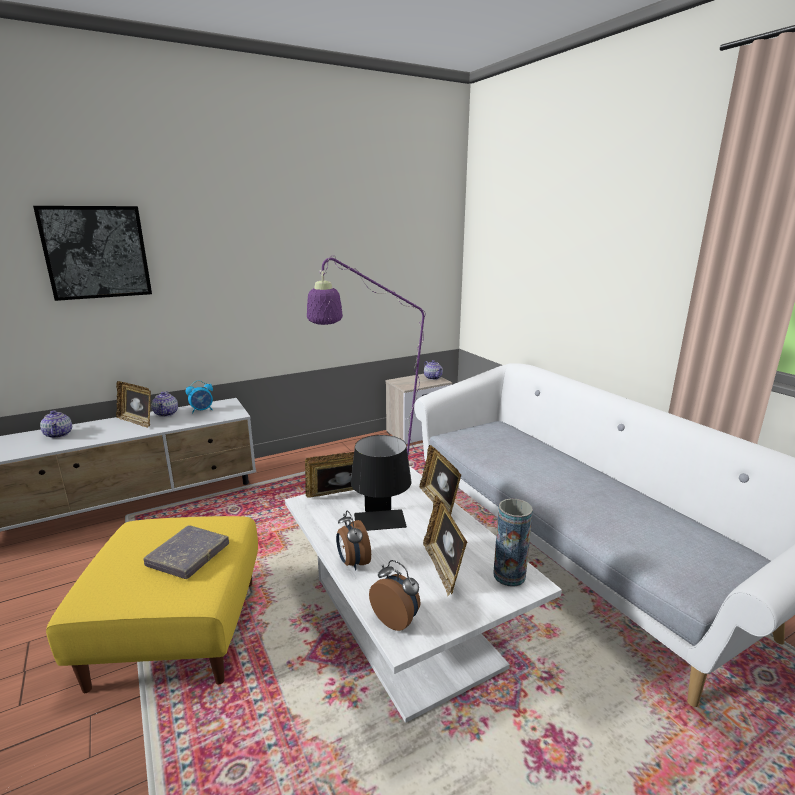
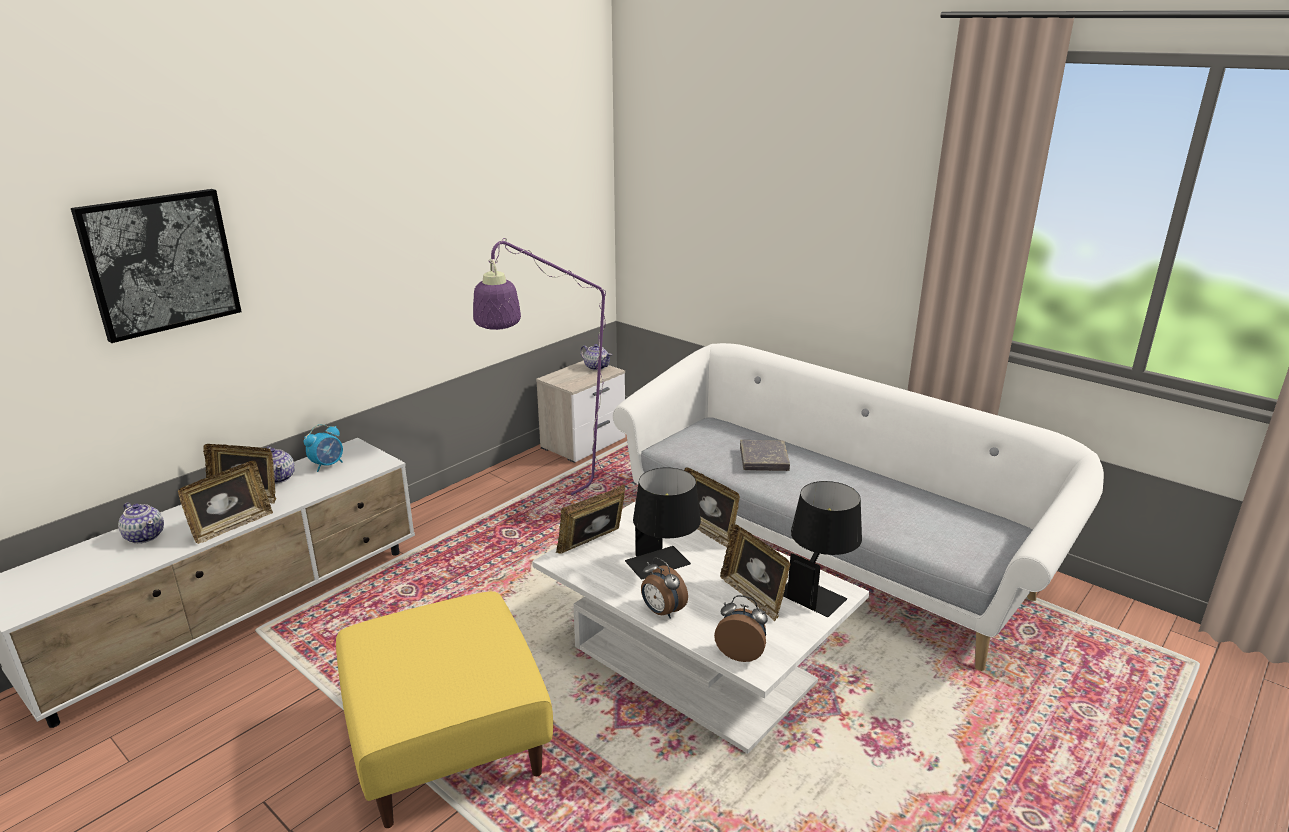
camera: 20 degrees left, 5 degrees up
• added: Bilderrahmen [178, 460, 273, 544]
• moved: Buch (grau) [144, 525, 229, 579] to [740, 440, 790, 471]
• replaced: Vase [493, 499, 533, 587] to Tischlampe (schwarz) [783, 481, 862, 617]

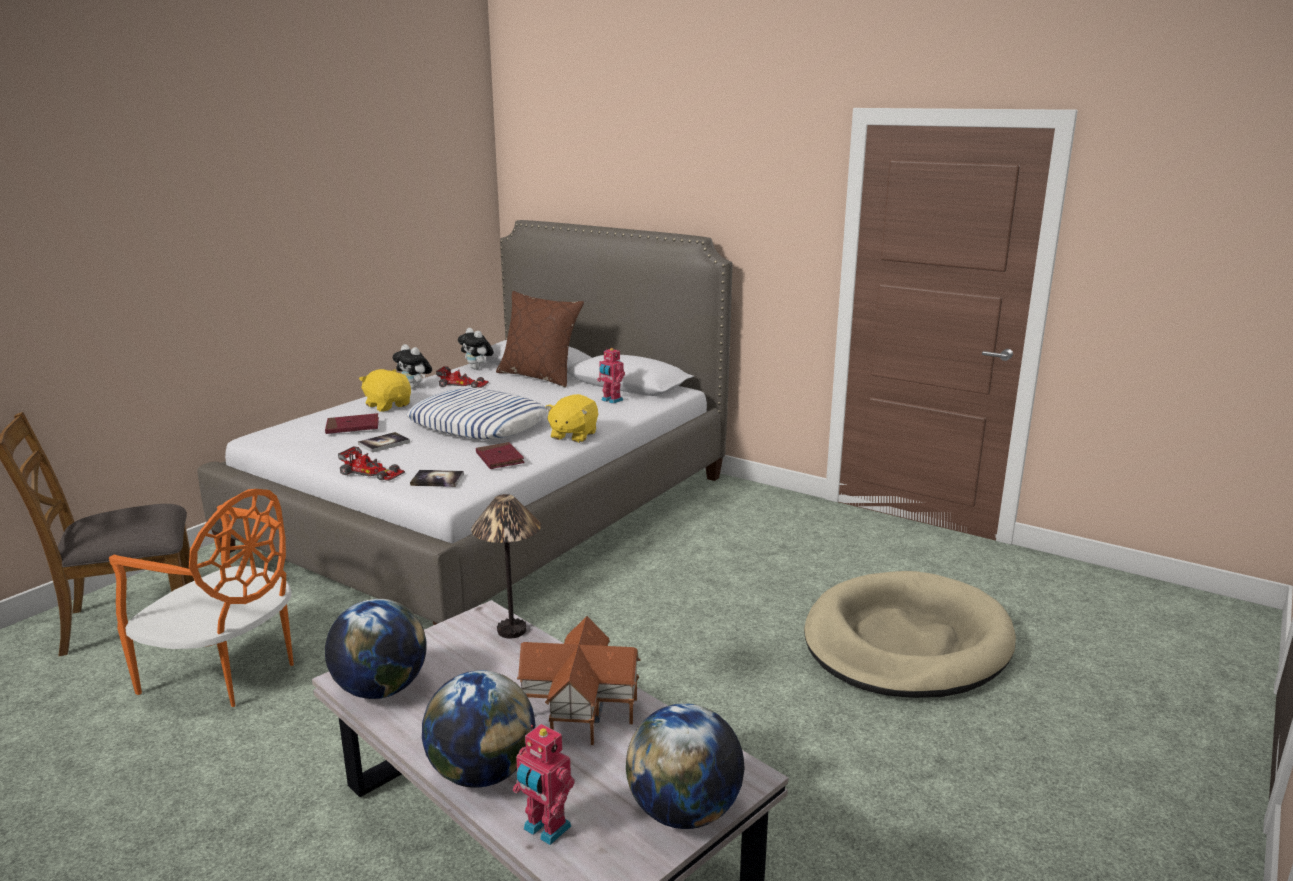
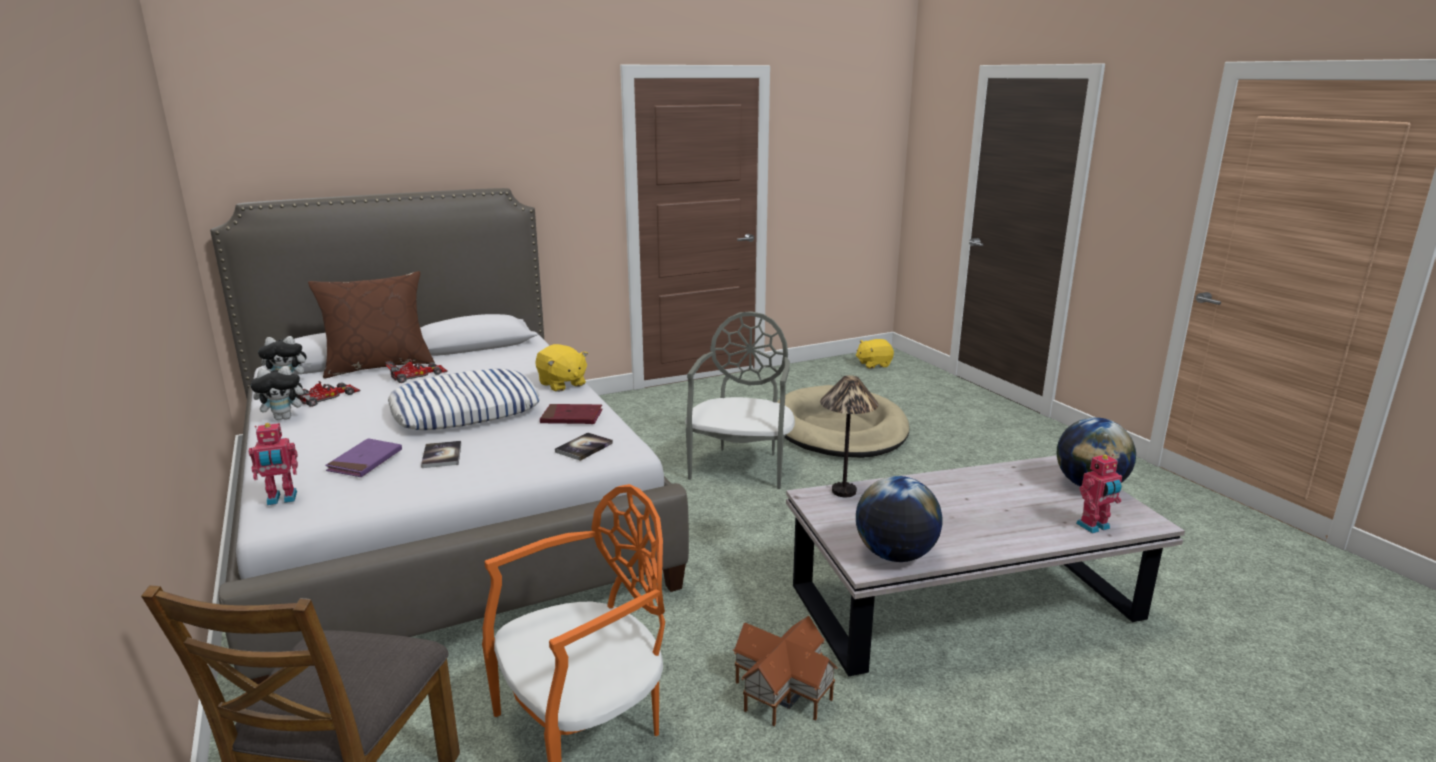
camera: 60 degrees left, 0 degrees up
• removed: Globus [422, 670, 535, 788]
• added: Stuhl (grau) [686, 311, 795, 489]
• moved: Spielzeugauto [338, 446, 405, 481] to [385, 360, 448, 383]
• moved: Plüschtier (gelb) [359, 369, 411, 412] to [856, 339, 894, 369]
• moved: Spielzeughaus [517, 616, 641, 745] to [733, 616, 838, 726]
• moved: Spielzeugroboter [597, 348, 625, 404] to [249, 423, 298, 505]
• recoloured: Buch (rot) [325, 413, 379, 434] to Buch (lila) [325, 438, 402, 477]

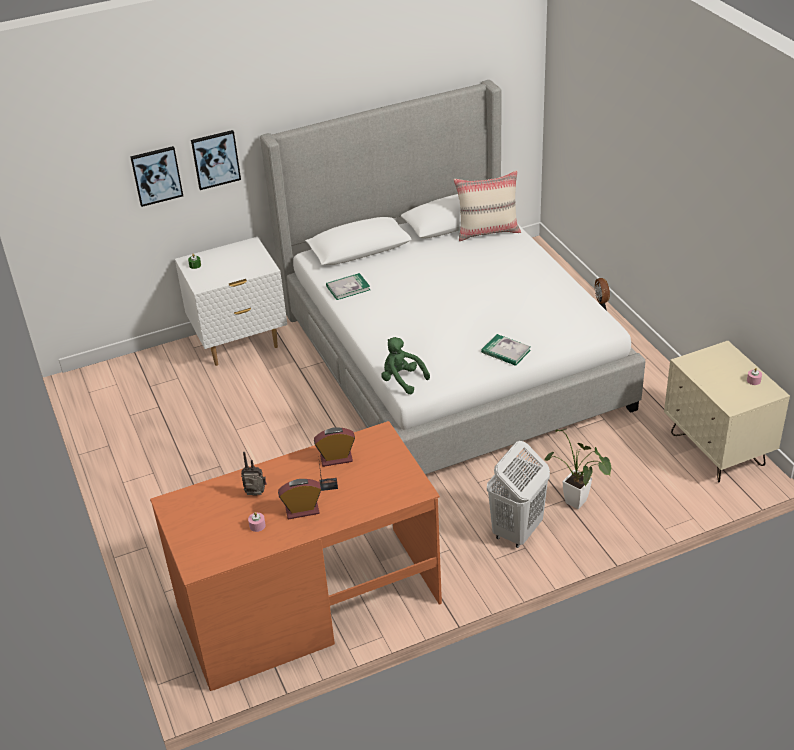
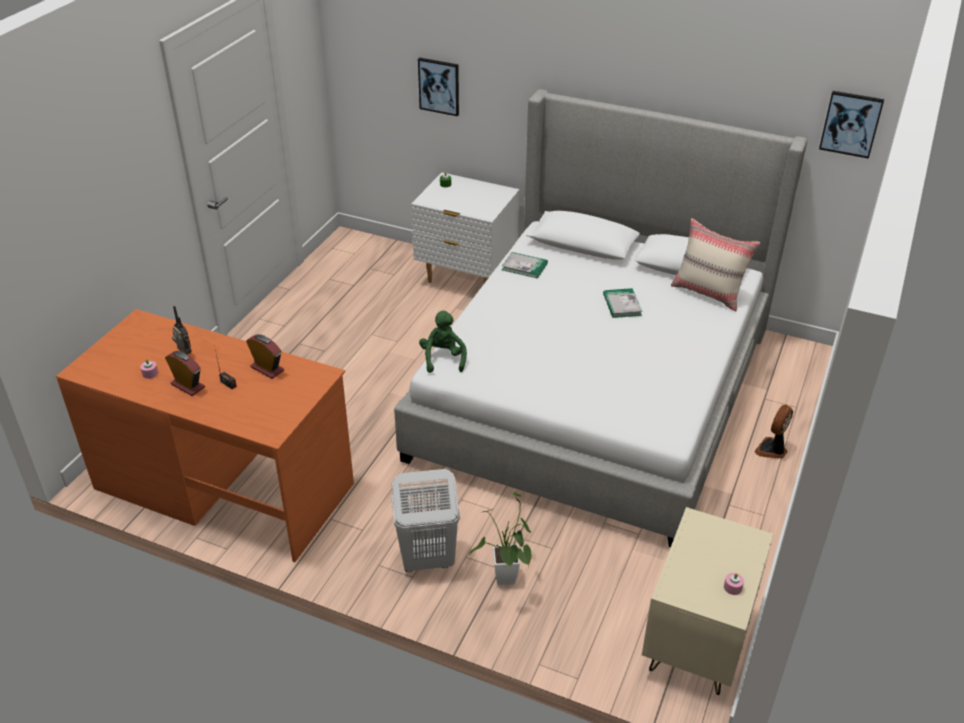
camera: 45 degrees right, 0 degrees up
• moved: Bild [191, 130, 241, 190] to [819, 91, 884, 159]
• moved: Buch [481, 334, 531, 366] to [603, 288, 642, 318]

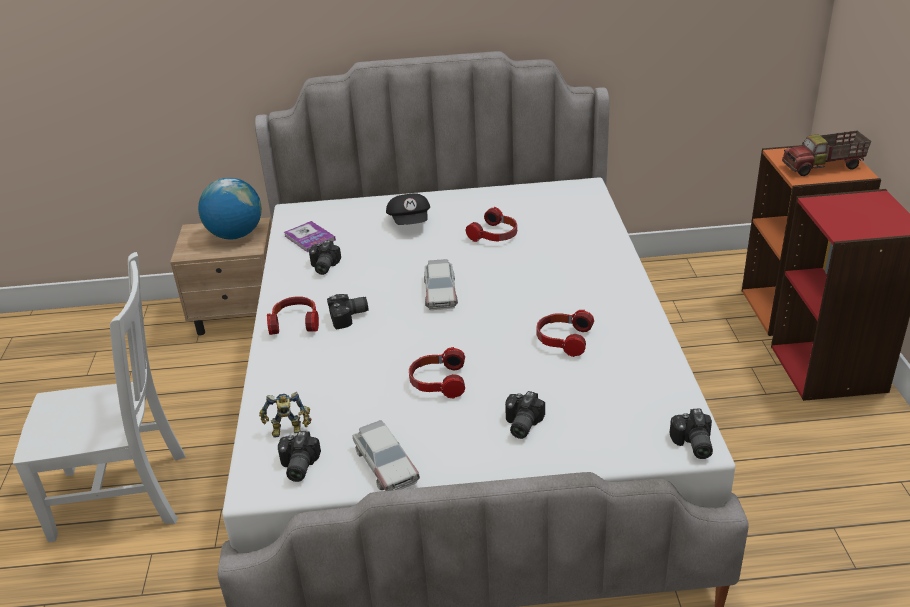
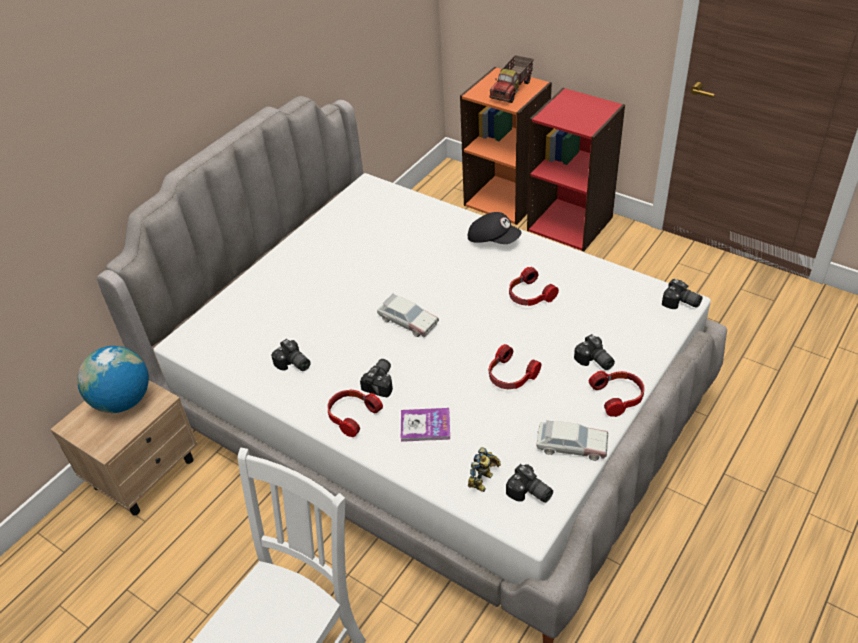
camera: 50 degrees left, 10 degrees up
• moved: Buch [284, 221, 336, 252] to [401, 408, 450, 442]
• moved: Kappe (schwarz) [386, 193, 430, 225] to [468, 212, 521, 244]
• moved: Kopfhörer [465, 207, 517, 242] to [589, 371, 644, 417]

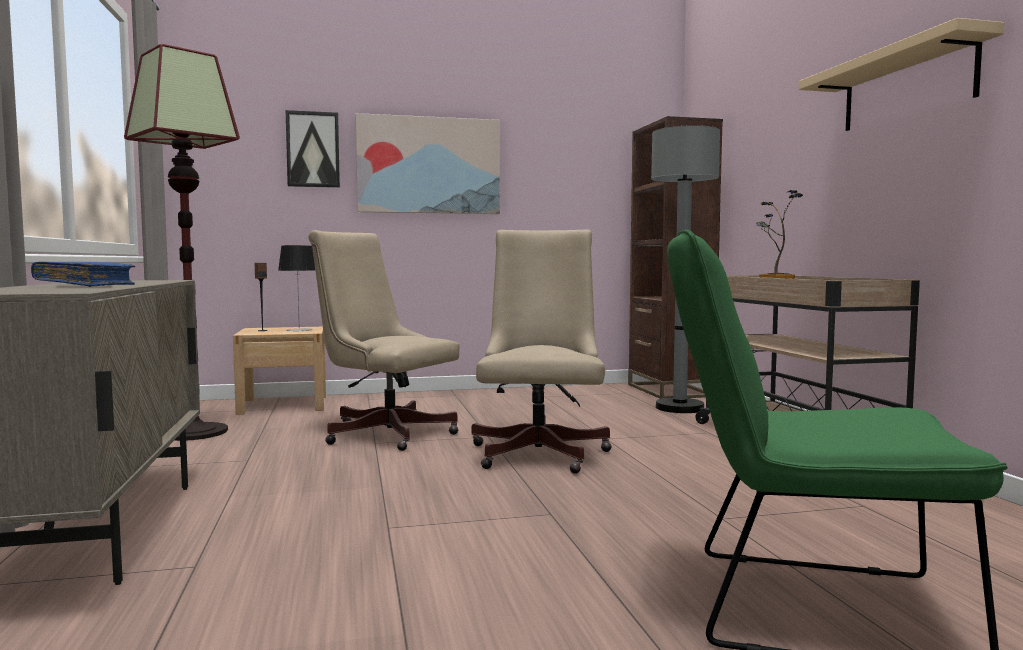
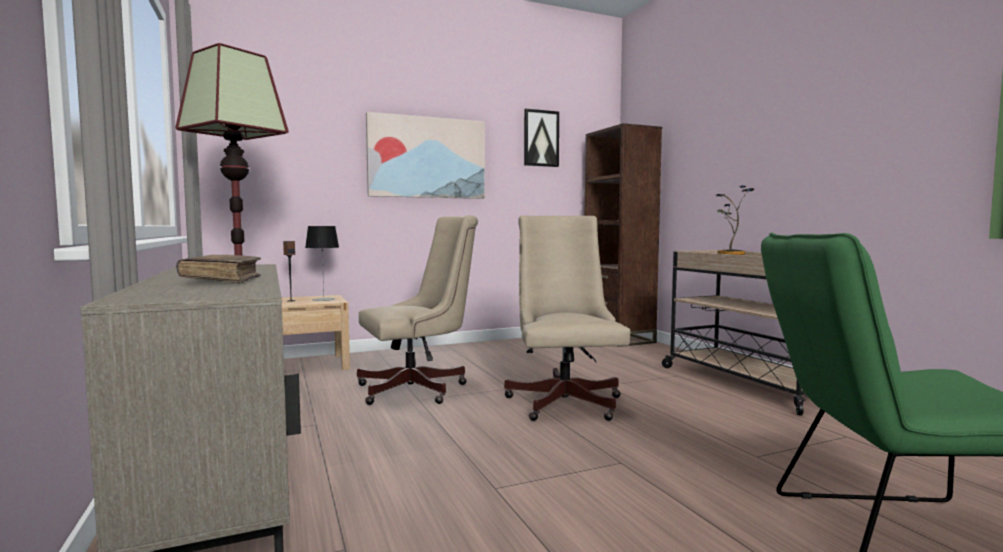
camera: 10 degrees left, 0 degrees up
• removed: Stehlampe (grau) [651, 125, 720, 413]
• removed: Wandregal (beige) [799, 18, 1005, 131]
• moved: Bild [286, 110, 340, 188] to [524, 109, 559, 167]
• recoloured: Buch (blau) [31, 262, 135, 287] to Buch (braun) [176, 255, 261, 283]
• turned: Bürostuhl (beige) [308, 230, 459, 451] = [357, 215, 478, 405] 135 degrees clockwise

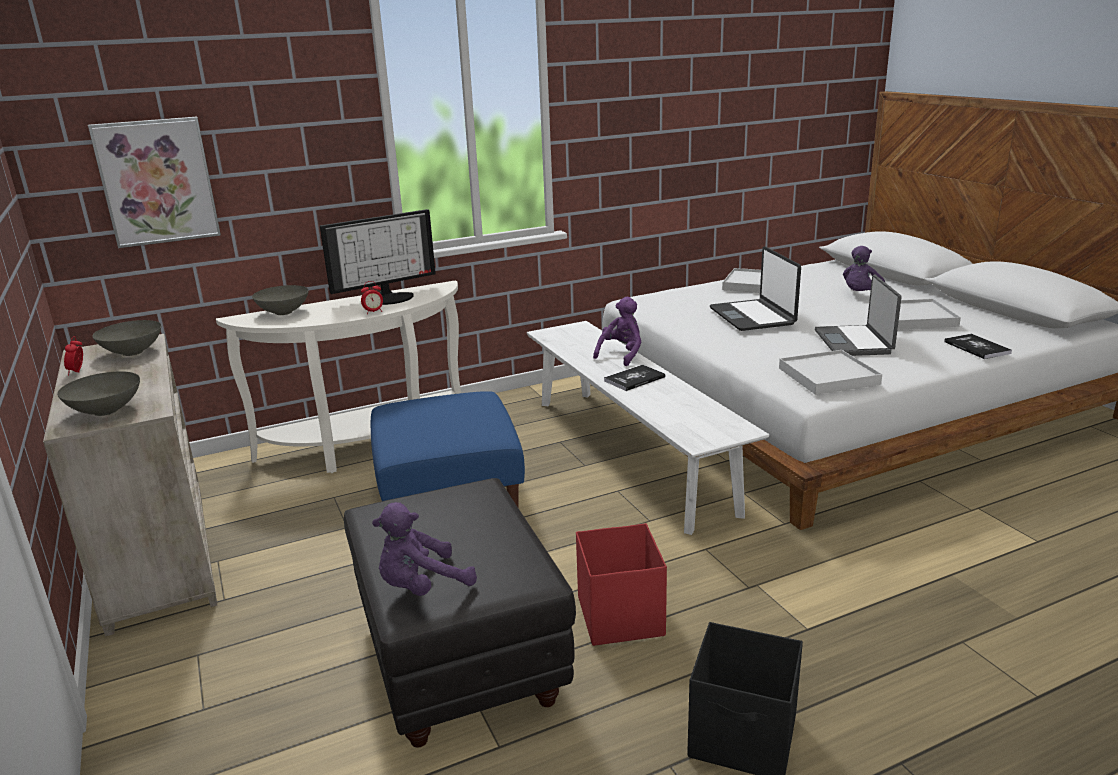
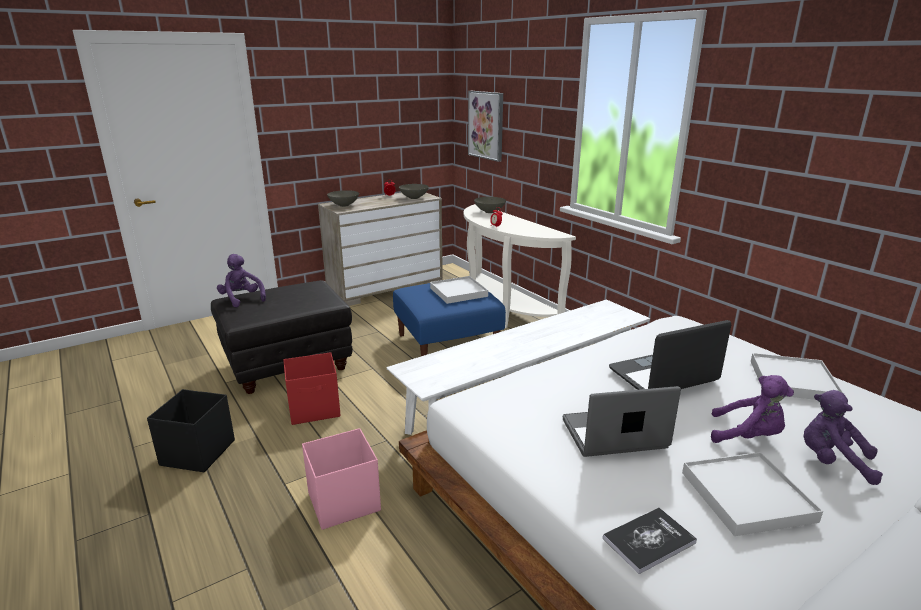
camera: 80 degrees right, 0 degrees up
• removed: Monitor [320, 209, 436, 305]
• removed: Buch [604, 365, 665, 391]
• added: Aufbewahrungsbox (rosa) [302, 428, 381, 530]
• moved: Plüschtier (lila) [593, 297, 641, 366] to [711, 375, 794, 443]
• moved: Tablett (weiß) [779, 350, 882, 395] to [430, 276, 488, 304]

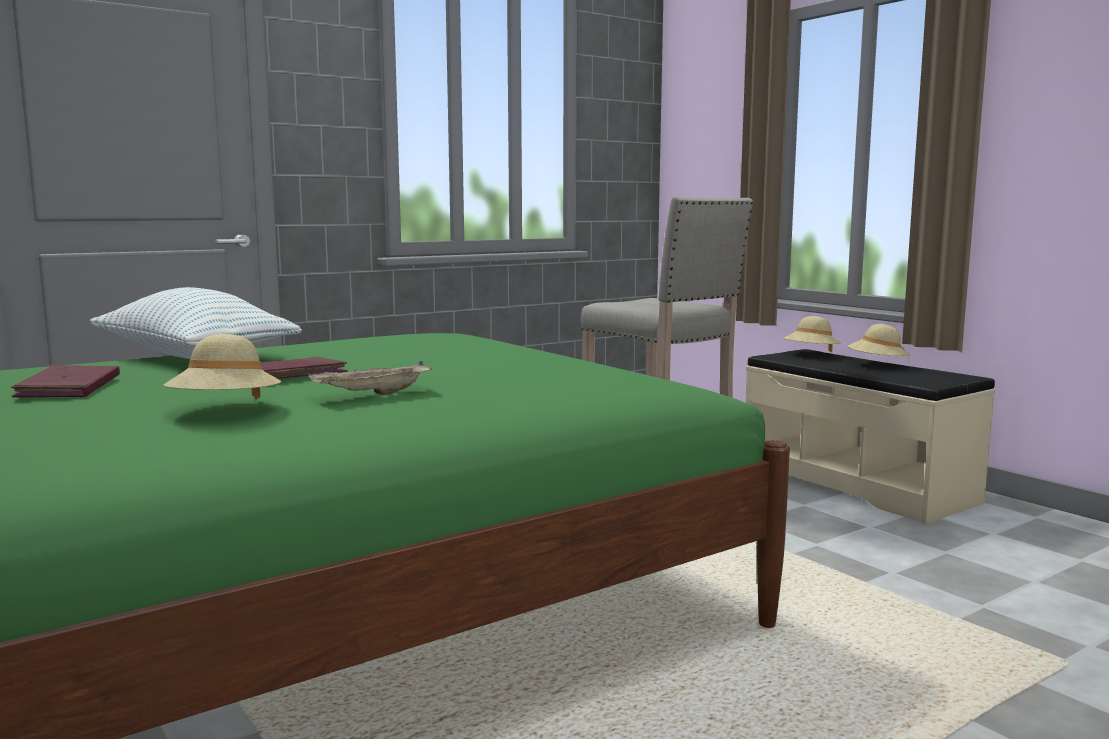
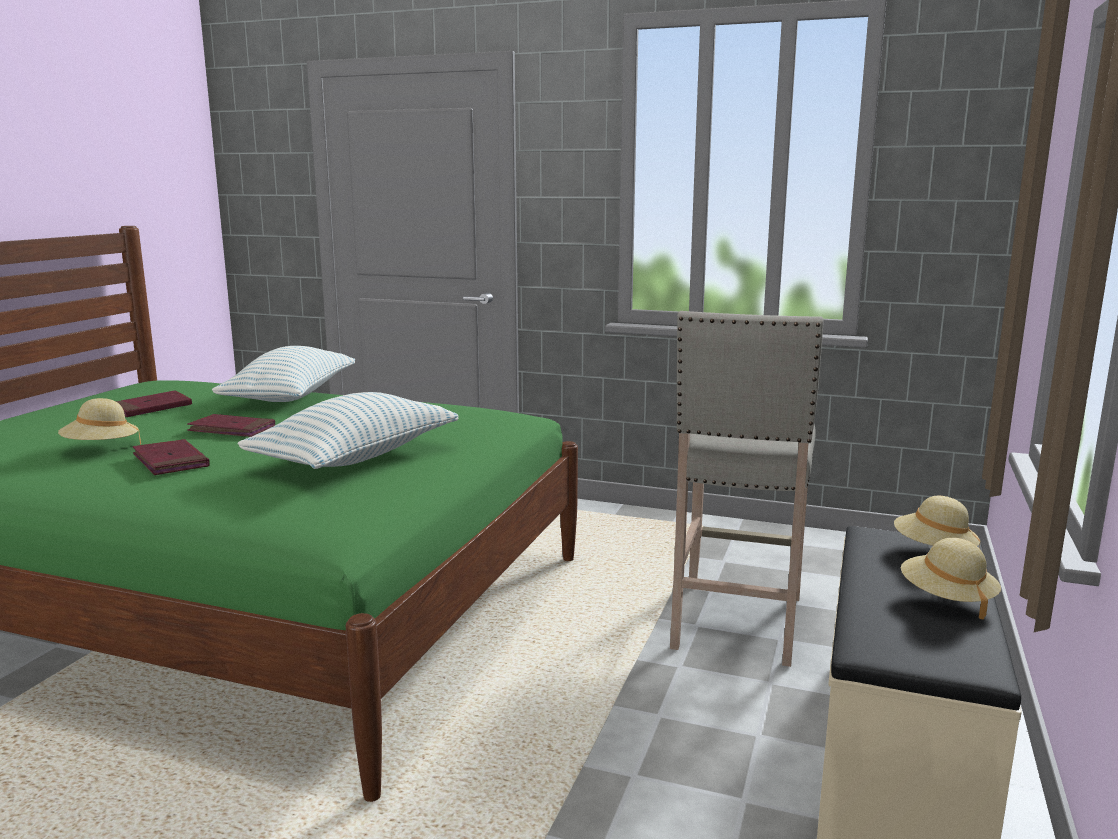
camera: 55 degrees right, 5 degrees up
• added: Kissen [238, 392, 458, 469]
• replaced: Tablett (beige) [308, 361, 432, 395] to Buch (rot) [133, 439, 210, 475]

